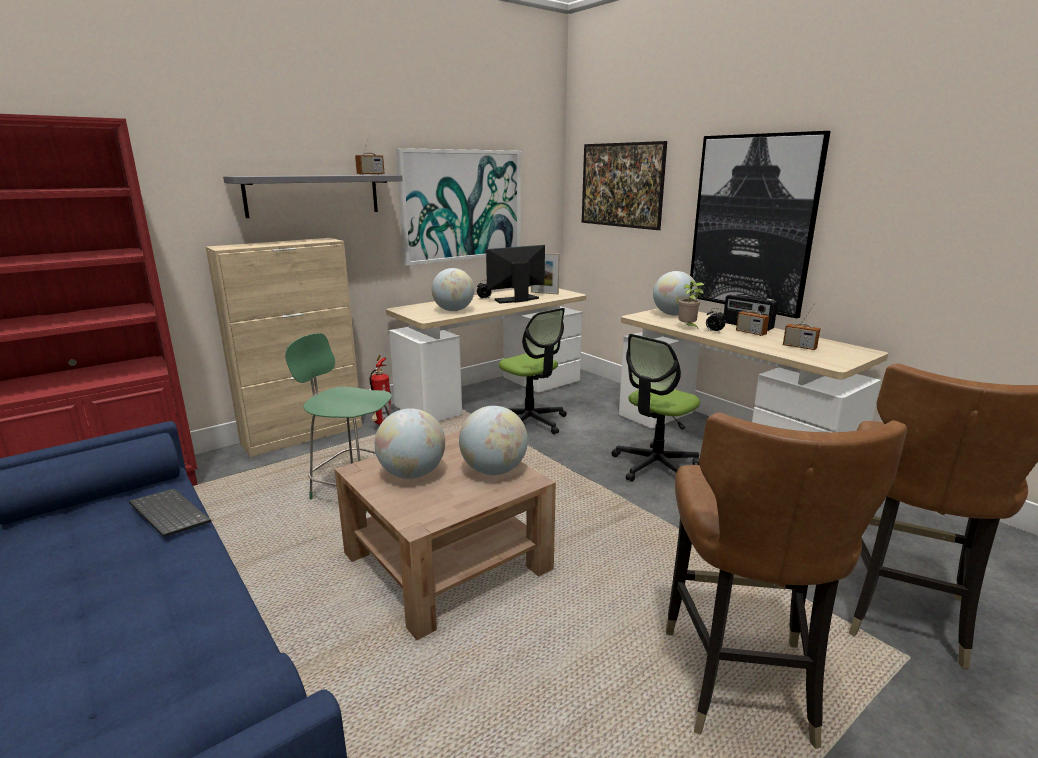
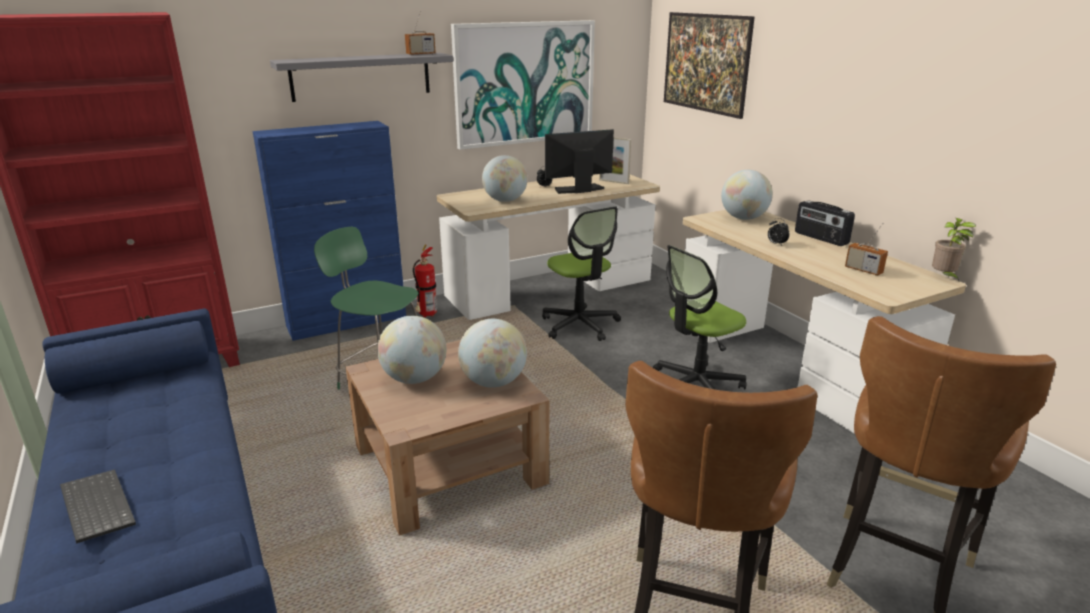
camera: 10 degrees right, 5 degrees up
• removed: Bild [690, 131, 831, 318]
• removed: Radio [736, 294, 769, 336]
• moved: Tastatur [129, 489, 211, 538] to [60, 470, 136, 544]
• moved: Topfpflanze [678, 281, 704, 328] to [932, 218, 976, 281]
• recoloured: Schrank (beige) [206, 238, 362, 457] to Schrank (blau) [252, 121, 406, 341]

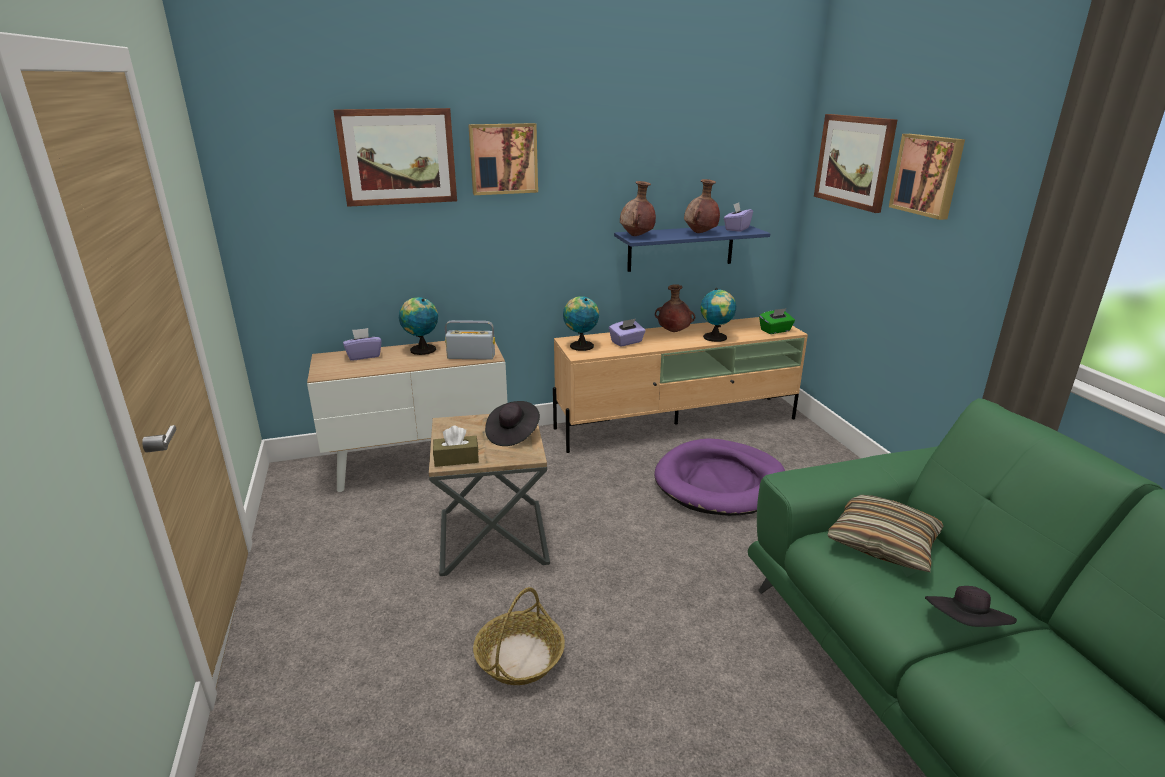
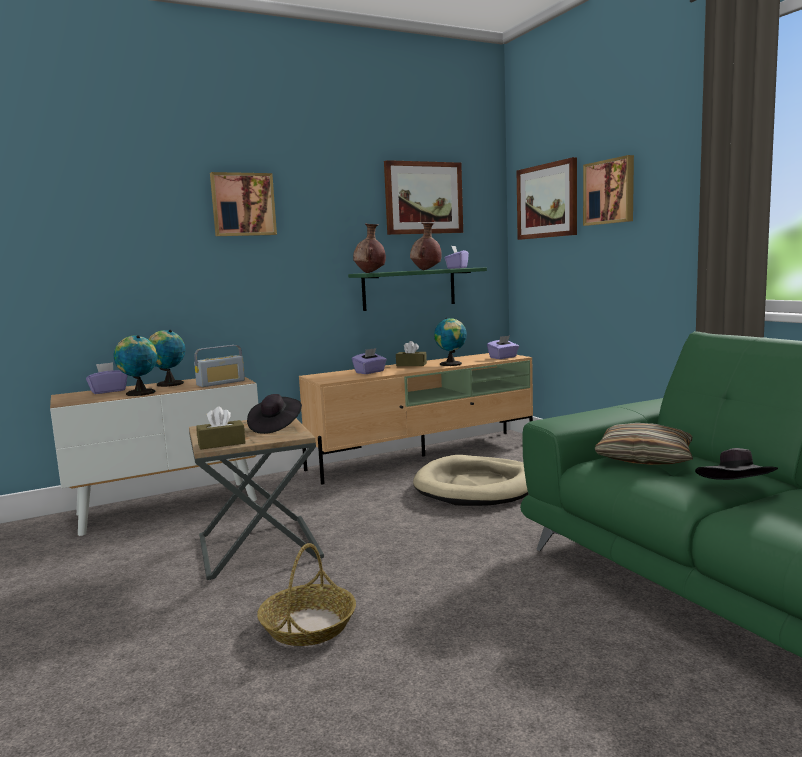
camera: 10 degrees left, 15 degrees down
• moved: Bild [333, 108, 457, 207] to [384, 160, 463, 235]
• moved: Globus [563, 296, 599, 351] to [113, 335, 158, 396]
• replaced: Vase (braun) [655, 284, 695, 332] to Taschentuchbox (braun) [396, 341, 427, 366]
• recoloured: Wandregal (blau) [614, 226, 770, 272] to Wandregal (grün) [348, 268, 487, 311]
• recoloured: Hundebett (lila) [655, 438, 785, 516] to Hundebett (beige) [413, 455, 528, 506]
• recoloured: Taschentuchbox (grün) [759, 308, 795, 334] to Taschentuchbox (lila) [487, 335, 519, 359]
• turned: Radio [445, 320, 495, 360] = [194, 345, 245, 387] 150 degrees clockwise

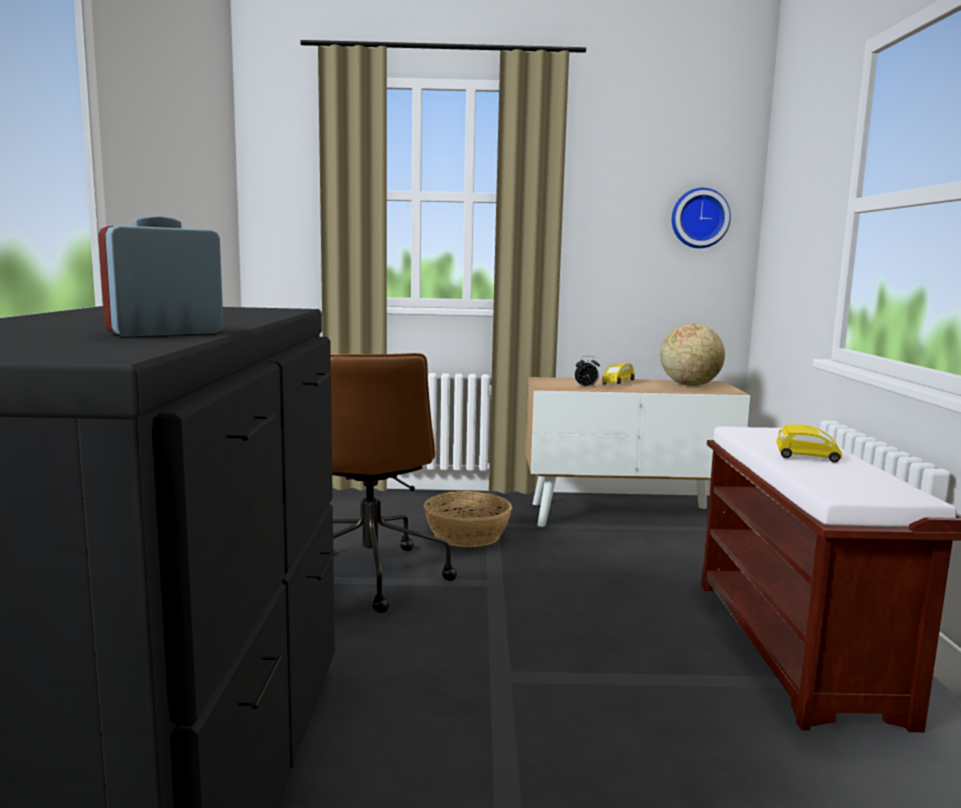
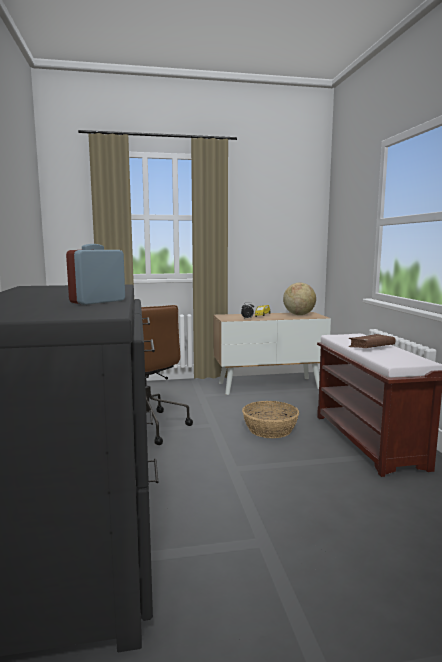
camera: 10 degrees left, 0 degrees up
• removed: Wanduhr [672, 188, 731, 248]
• moved: Korb [424, 491, 512, 547] to [242, 401, 299, 438]
• replaced: Spielzeugauto (gelb) [776, 424, 842, 462] to Buch (braun) [349, 334, 395, 348]

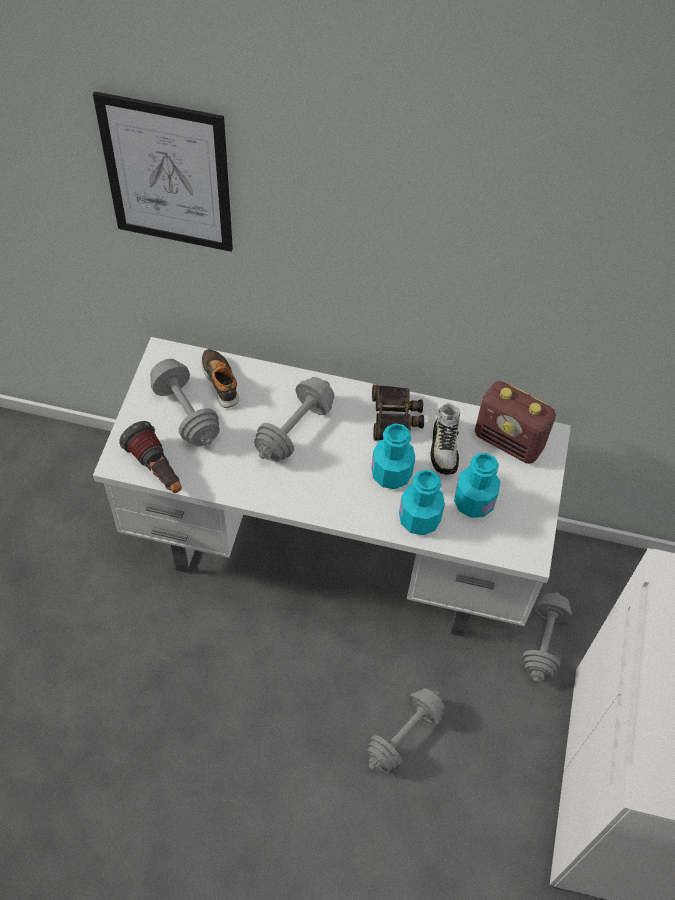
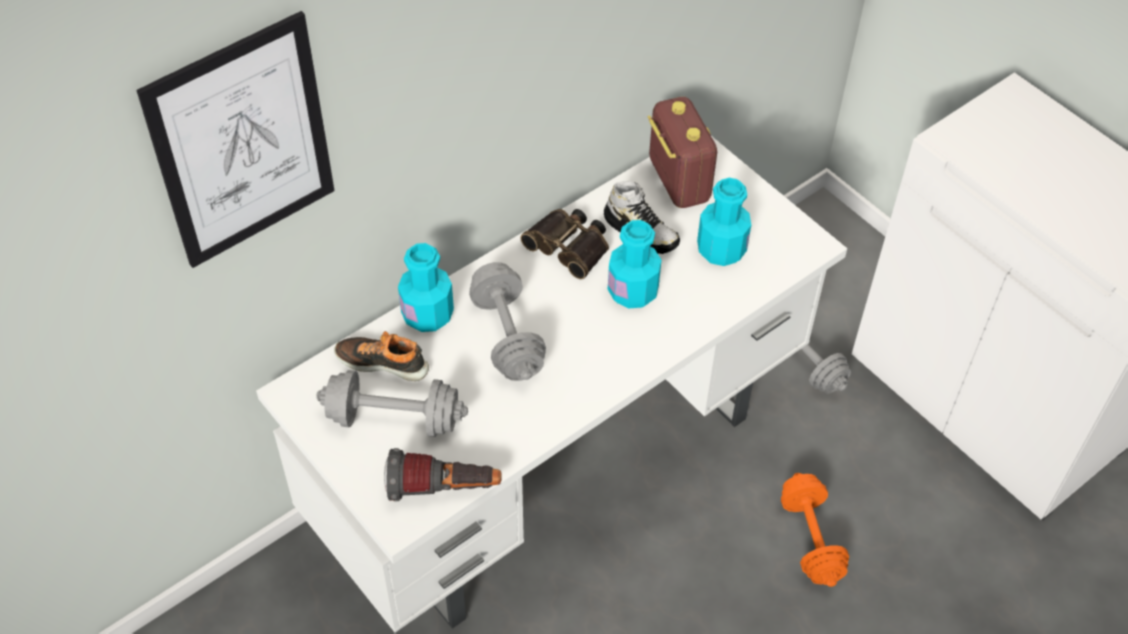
camera: 50 degrees left, 5 degrees down
• moved: Flasche (türkis) [399, 470, 445, 535] to [398, 243, 454, 332]
• recoloured: Hantel (grau) [366, 688, 445, 773] to Hantel (orange) [781, 473, 849, 587]
• turned: Radio [475, 381, 556, 464] = [647, 97, 717, 208] 90 degrees counterclockwise

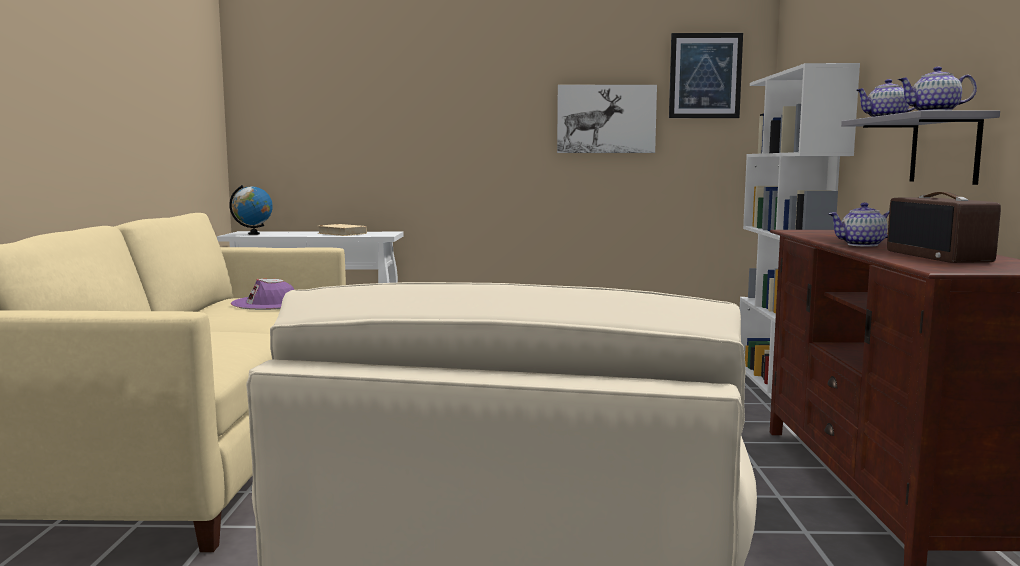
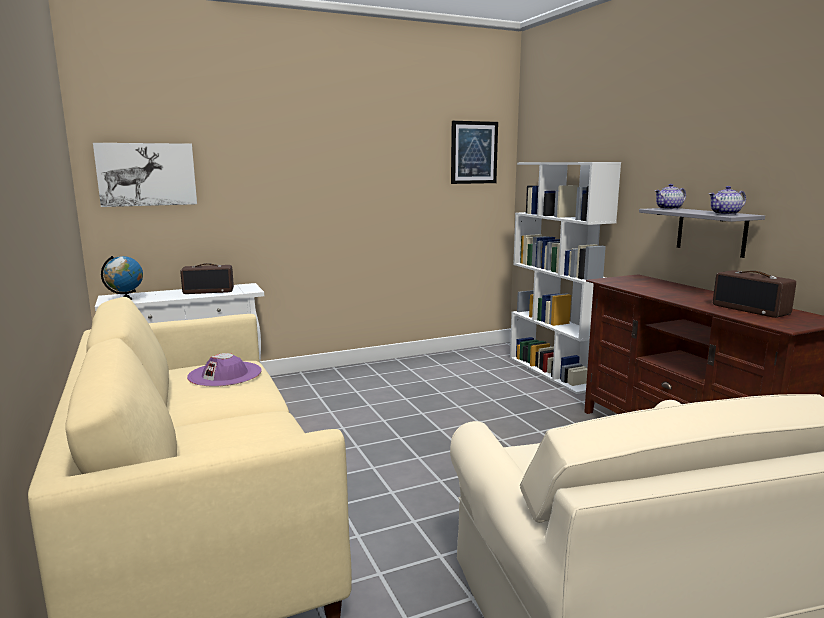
camera: 25 degrees left, 5 degrees up
• removed: Teekanne [829, 203, 889, 247]
• moved: Bild [557, 85, 657, 153] to [93, 143, 197, 207]
• replaced: Buch (beige) [318, 224, 367, 236] to Radio [180, 263, 234, 294]

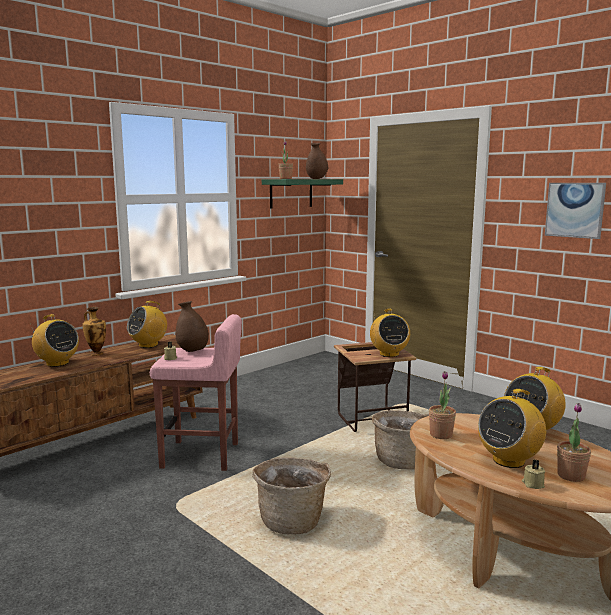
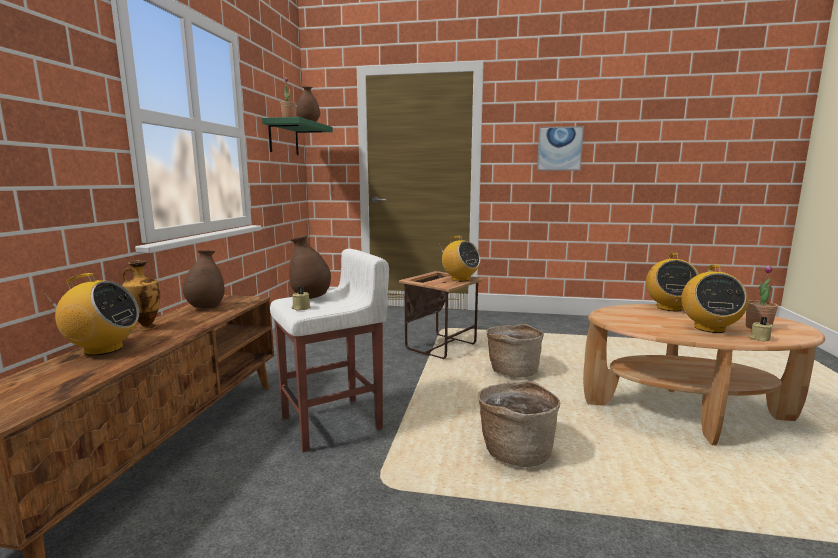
camera: 35 degrees left, 0 degrees up
• removed: Topfpflanze [429, 371, 456, 439]
• replaced: Radio [127, 301, 167, 348] to Vase (braun) [183, 250, 225, 308]
• recoloured: Hocker (rosa) [150, 314, 242, 471] to Hocker (weiß) [270, 249, 389, 453]

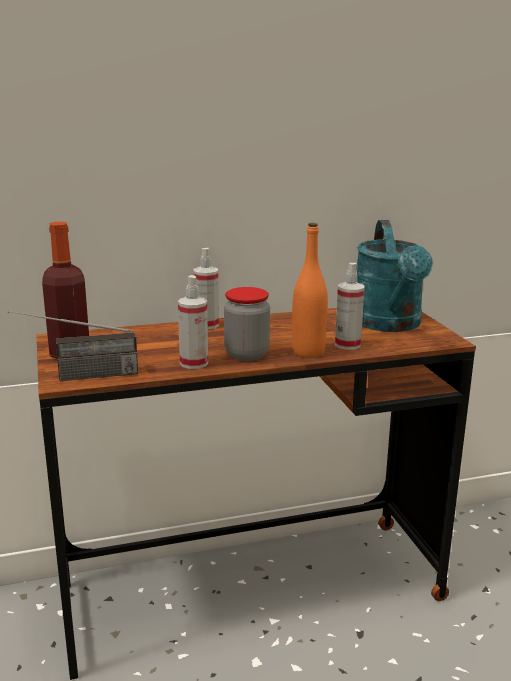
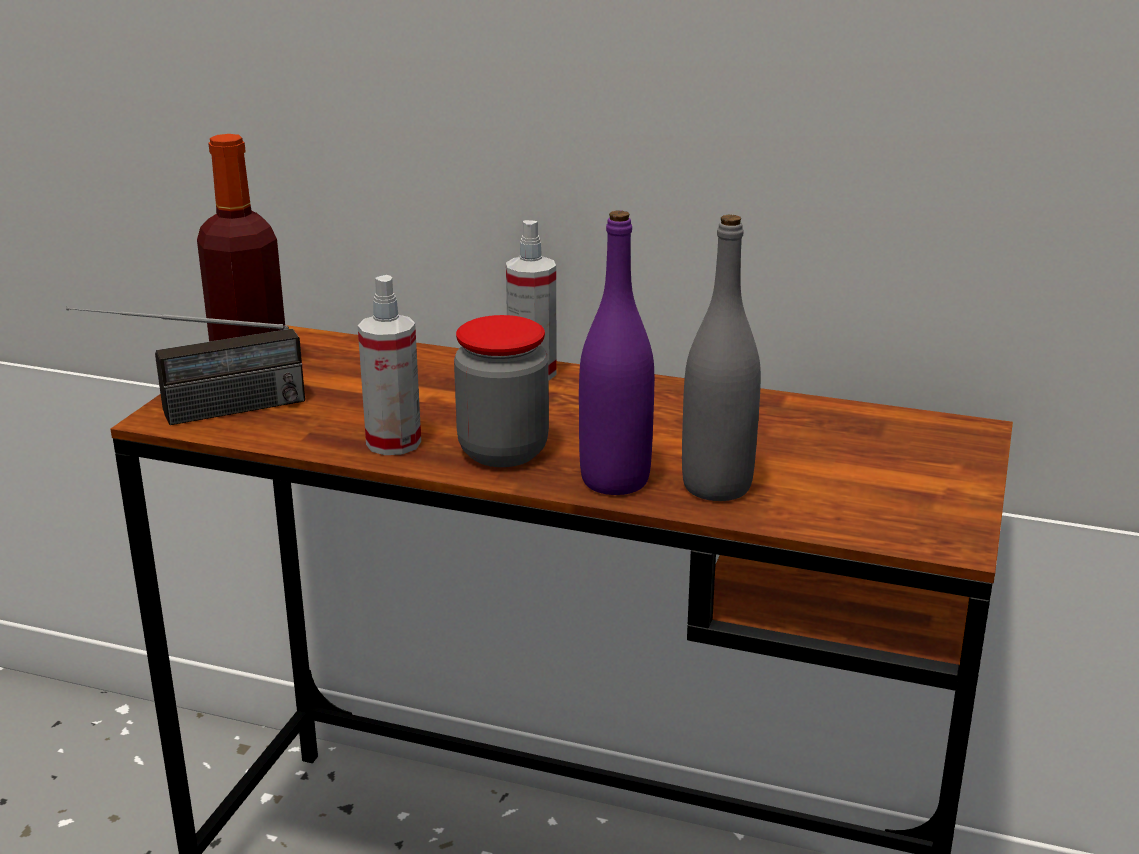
camera: 35 degrees right, 5 degrees up
• removed: Gießkanne (türkis) [356, 220, 433, 332]
• replaced: Sprühflasche [335, 263, 365, 350] to Flasche (grau) [682, 215, 761, 501]
• recoloured: Flasche (orange) [292, 223, 328, 358] to Flasche (lila) [579, 210, 654, 495]
• turned: Radio [8, 311, 138, 381] = [66, 307, 305, 425] 45 degrees counterclockwise

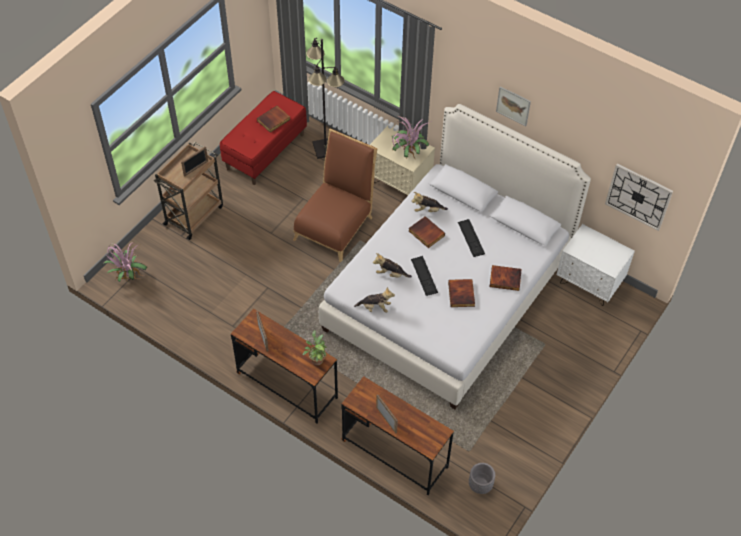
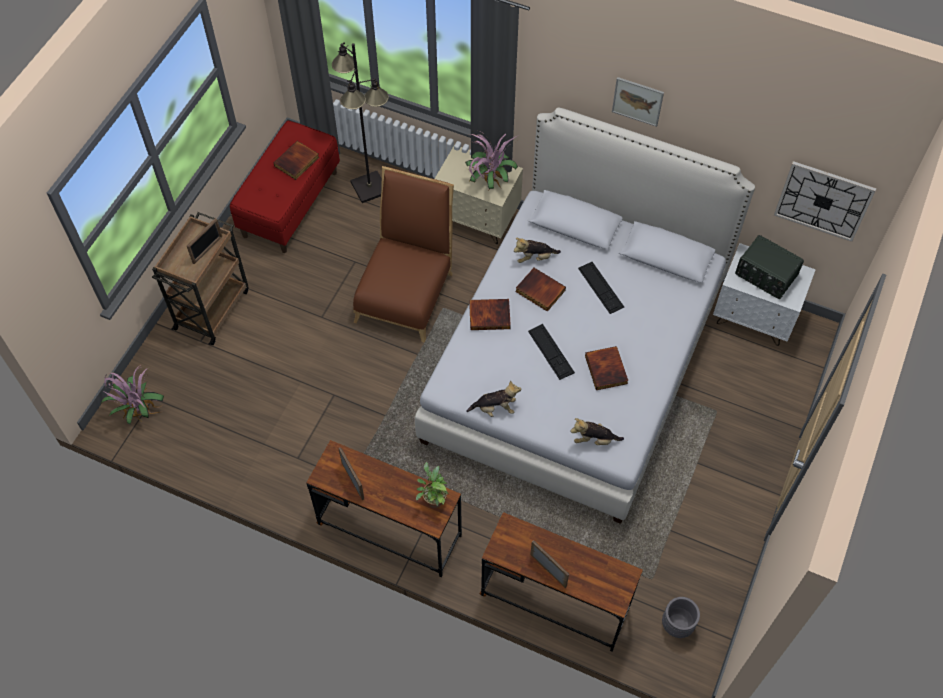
camera: 10 degrees left, 5 degrees up
• added: Radio [735, 235, 804, 299]
• moved: Plüschtier [373, 253, 412, 278] to [570, 418, 624, 445]
• moved: Buch [490, 265, 522, 291] to [469, 299, 511, 330]

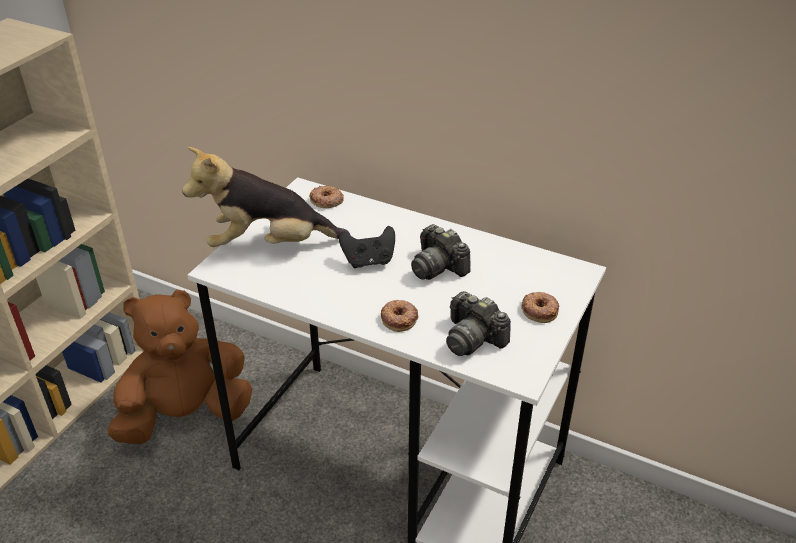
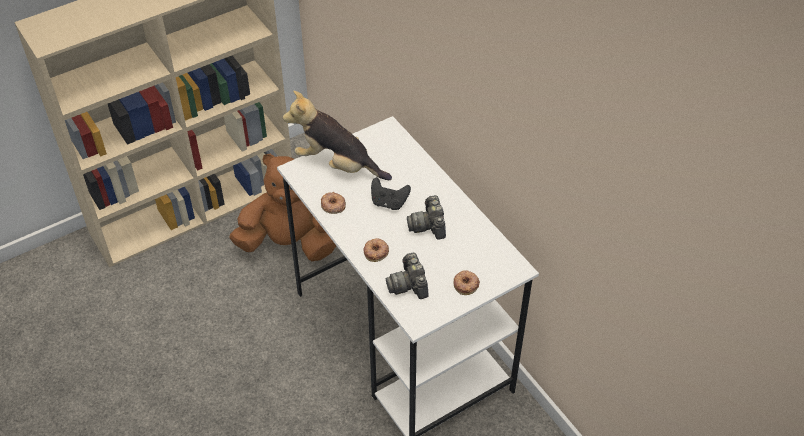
camera: 30 degrees right, 10 degrees up
• moved: Donut [309, 186, 344, 208] to [321, 192, 346, 214]

